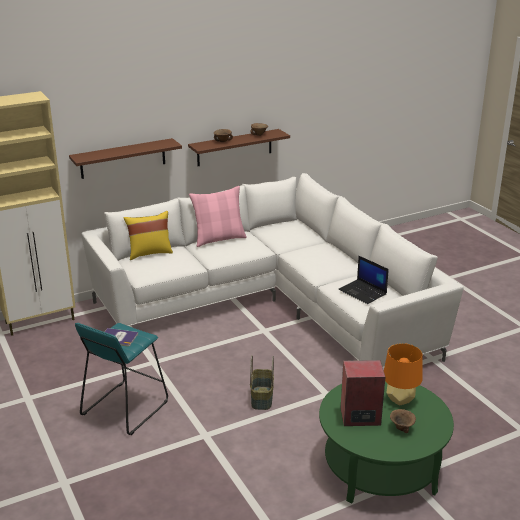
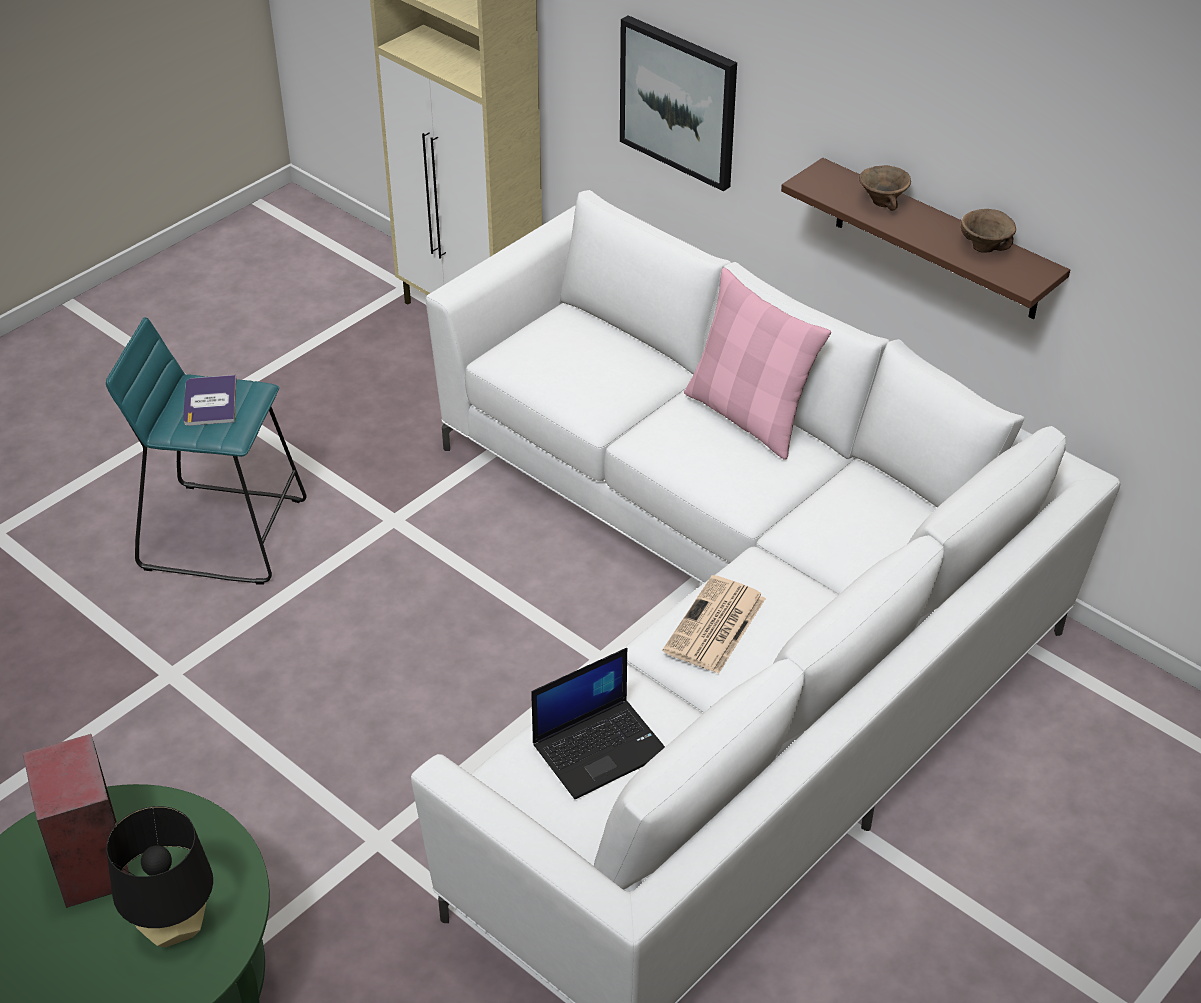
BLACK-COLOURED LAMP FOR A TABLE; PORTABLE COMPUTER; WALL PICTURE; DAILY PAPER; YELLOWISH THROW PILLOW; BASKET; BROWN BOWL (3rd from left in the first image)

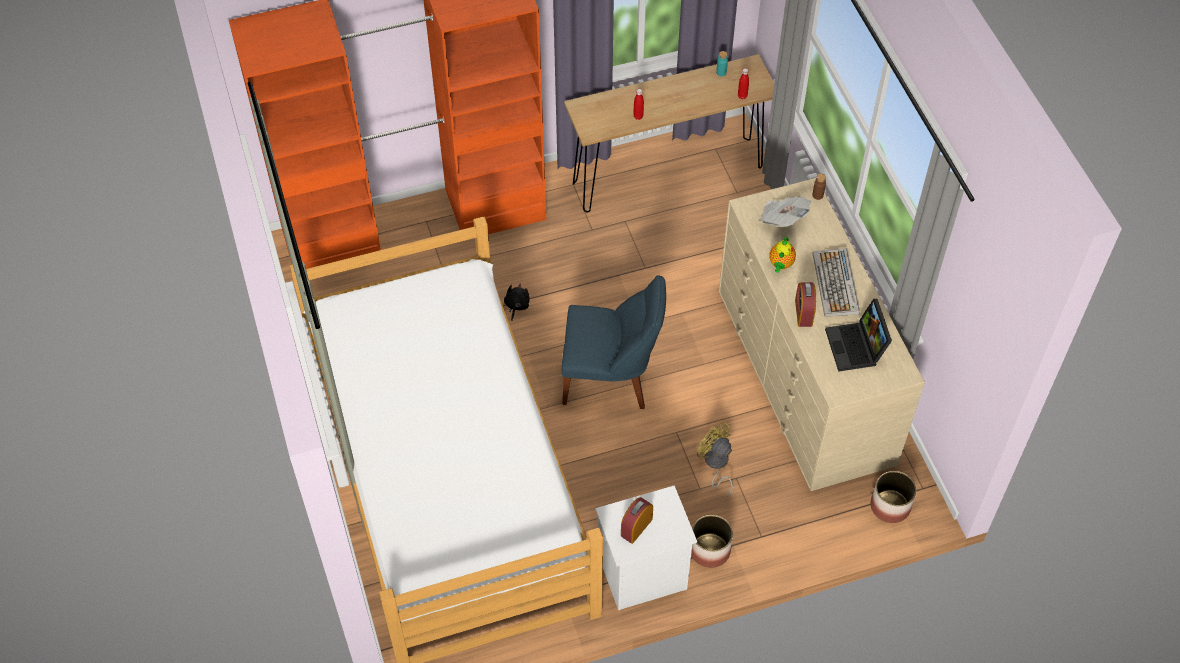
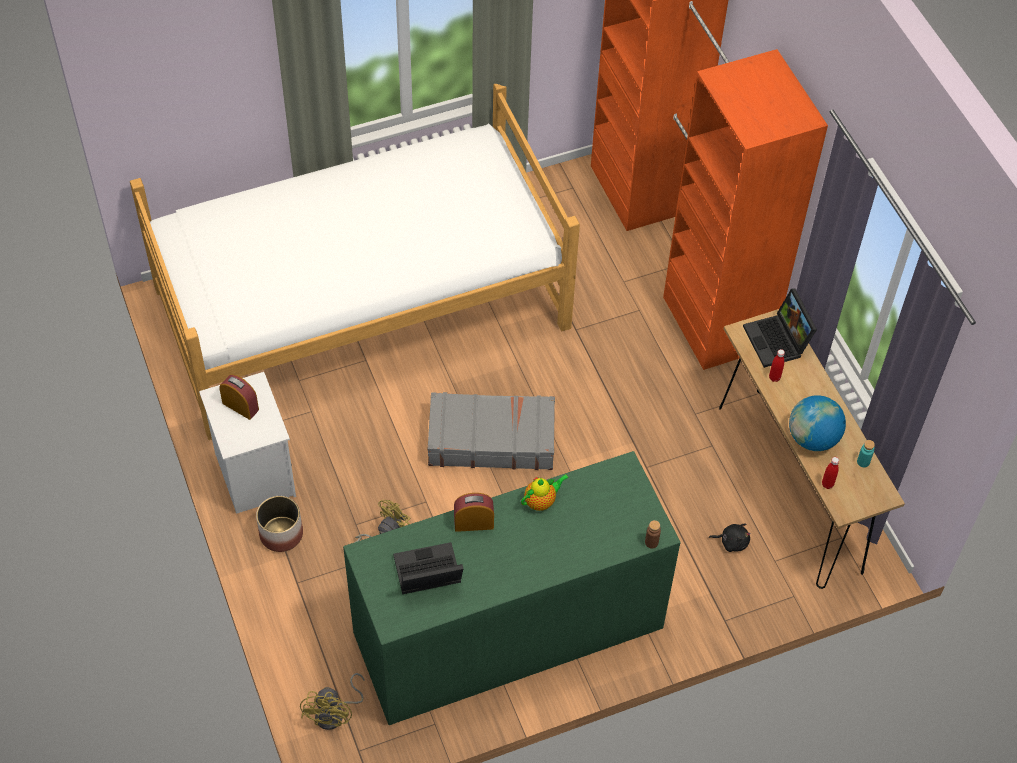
YELLOWISH COOLING FAN (1st from left); GREEN CHEST OF DRAWERS; GREYISH PIECE OF LUGGAGE; POT FOR TEA; BLACK-COLOURED CUDDLY TOY; PORTABLE COMPUTER (2nd from left); WORLD GLOBE; DAILY PAPER; COMPUTER KEYBOARD

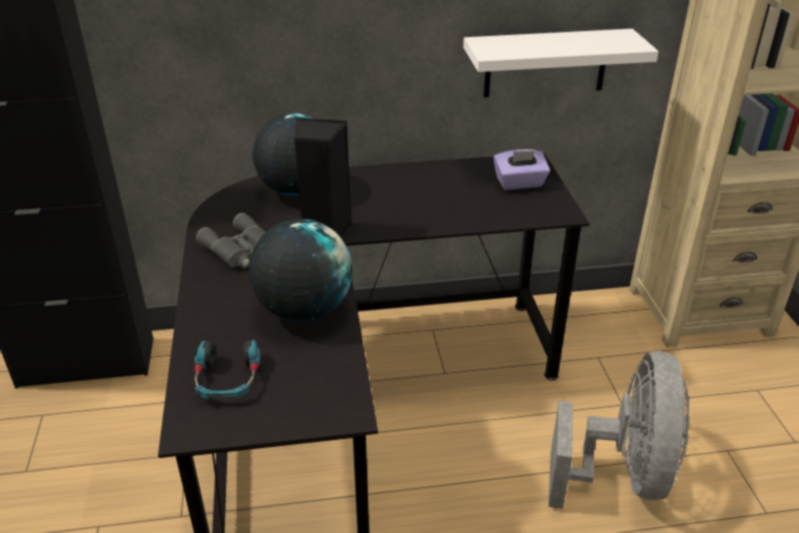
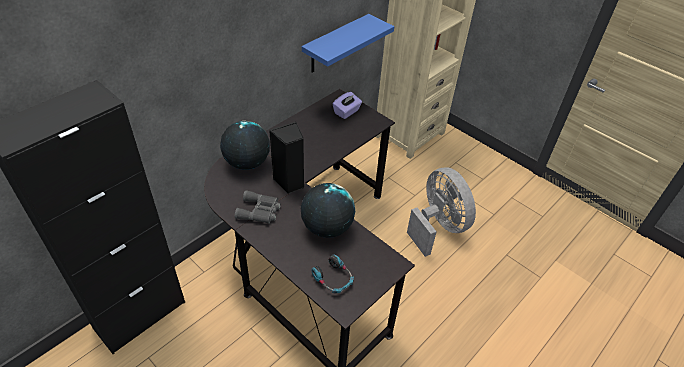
BLUISH BRACKET SHELF

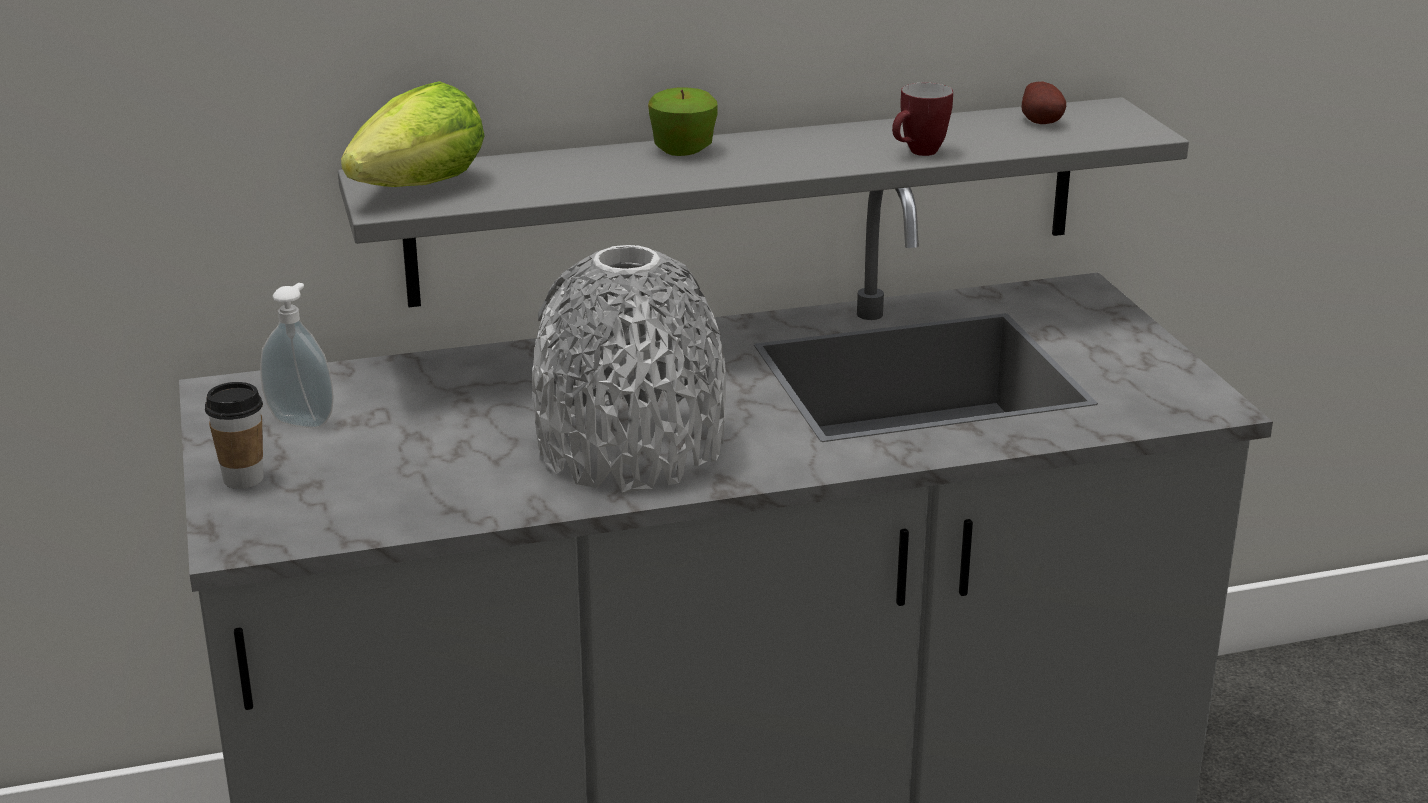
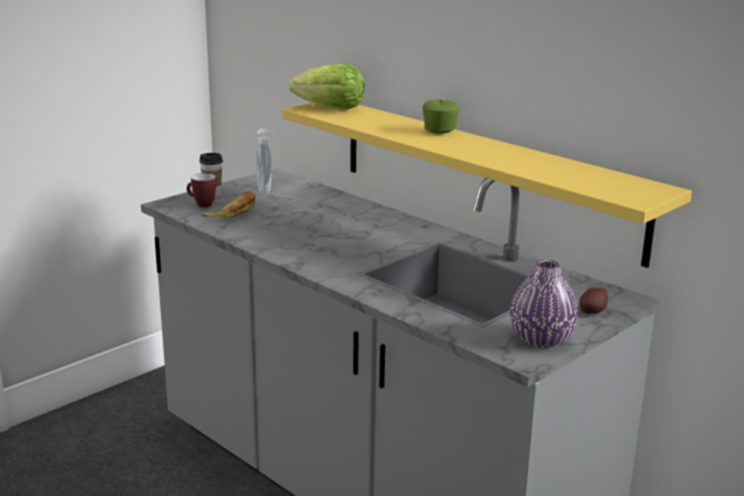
TEA MUG; BANANA FRUIT; YELLOWISH BRACKET SHELF; PURPLISH VASE; POTATO; GREYISH VASE

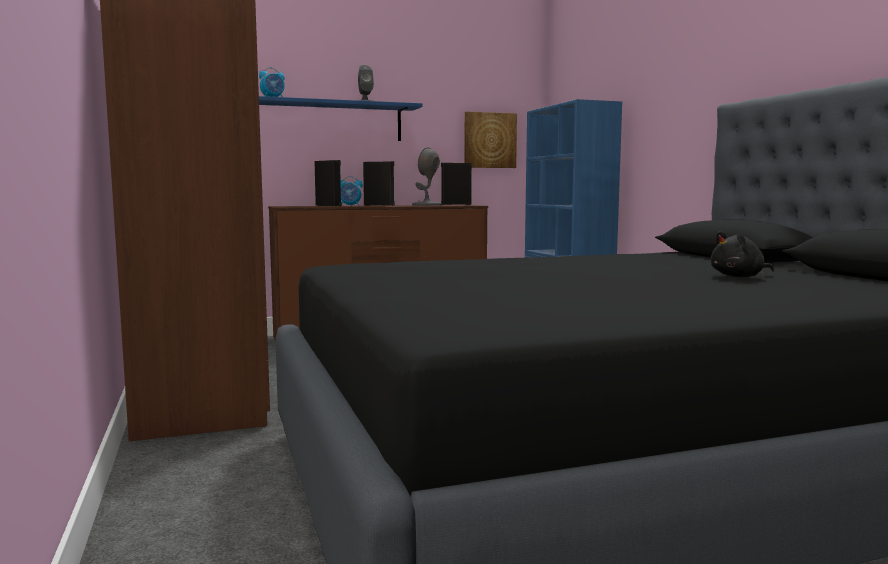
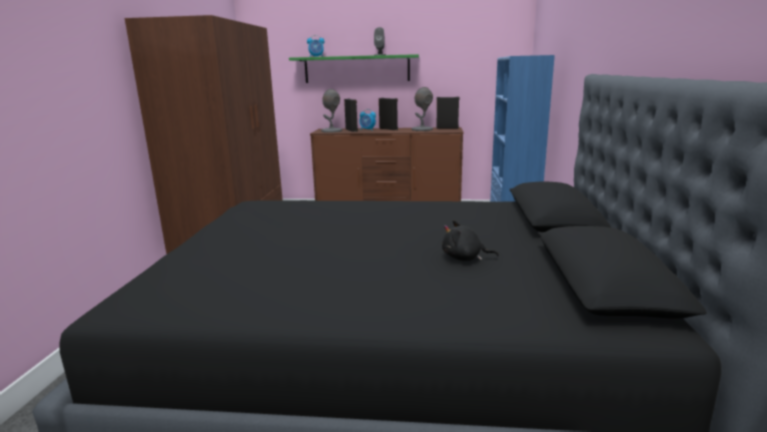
GREEN BRACKET SHELF; GREYISH LAMP FOR A TABLE (1st from left); WALL PICTURE

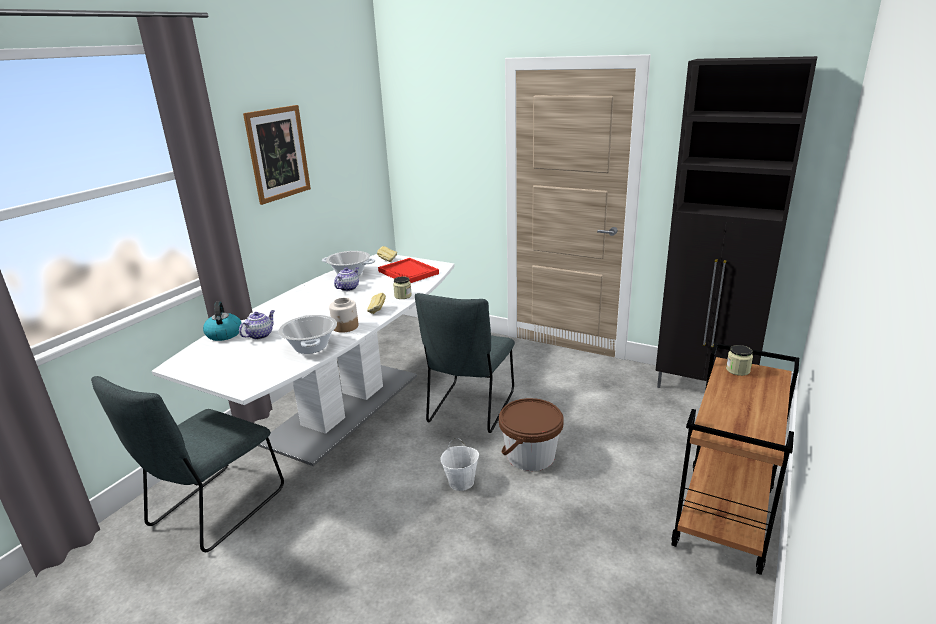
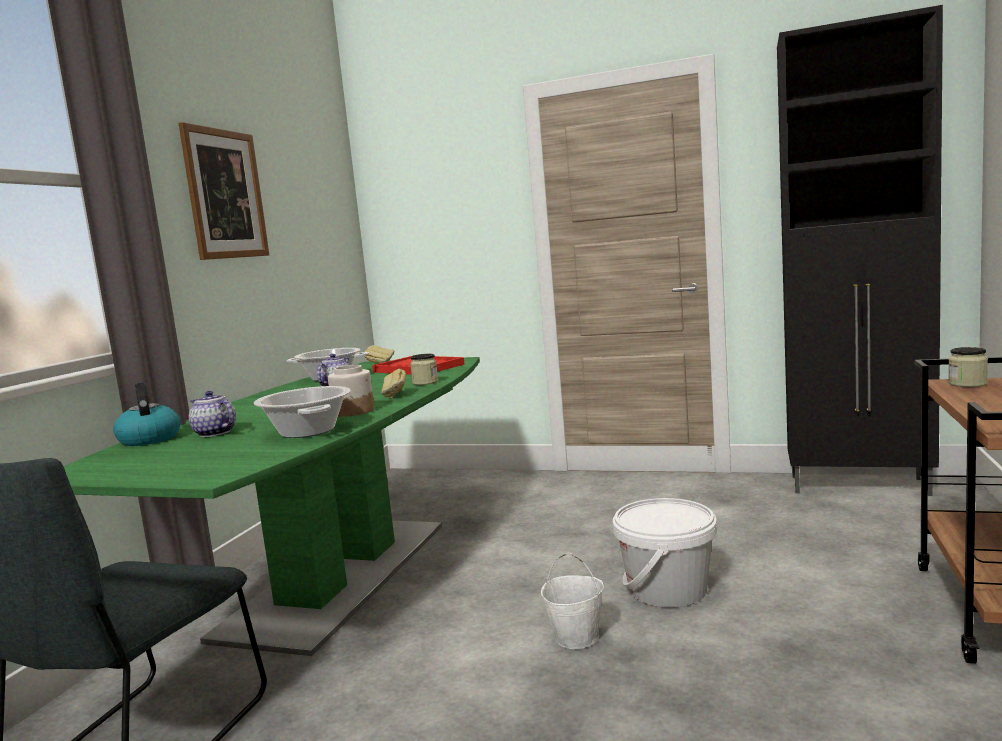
GREEN DINING TABLE; POT FOR TEA (1st from left); WHITISH WATER BUCKET (2nd from left); GREYISH PLAIN CHAIR (2nd from left in the first image)

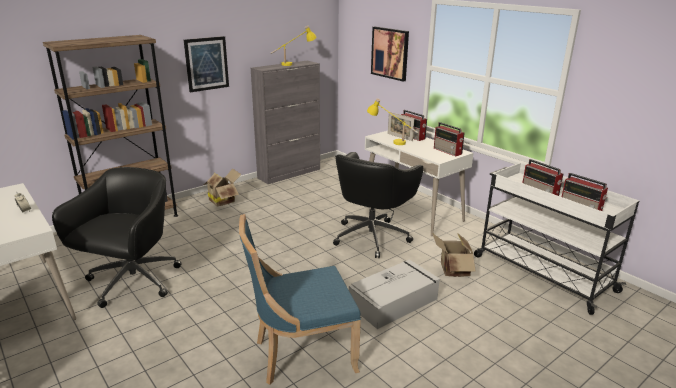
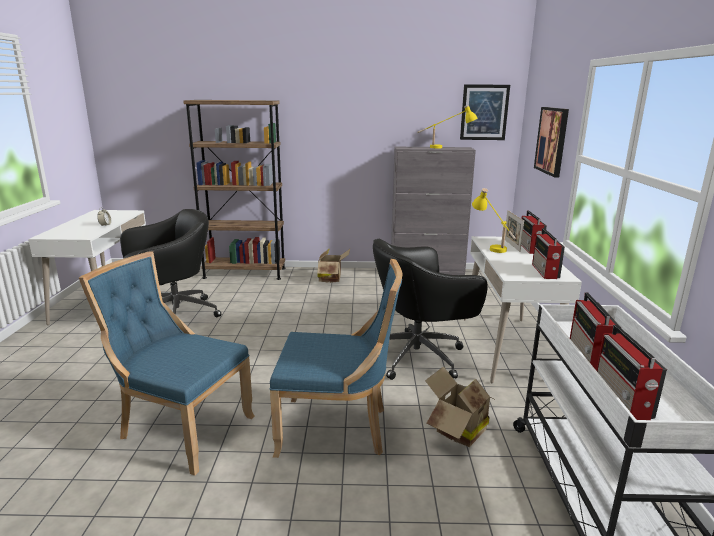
BLUISH PLAIN CHAIR (2nd from left); WALL PICTURE (1st from left)

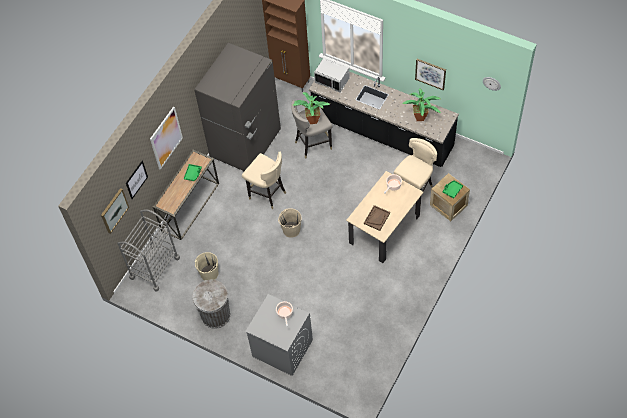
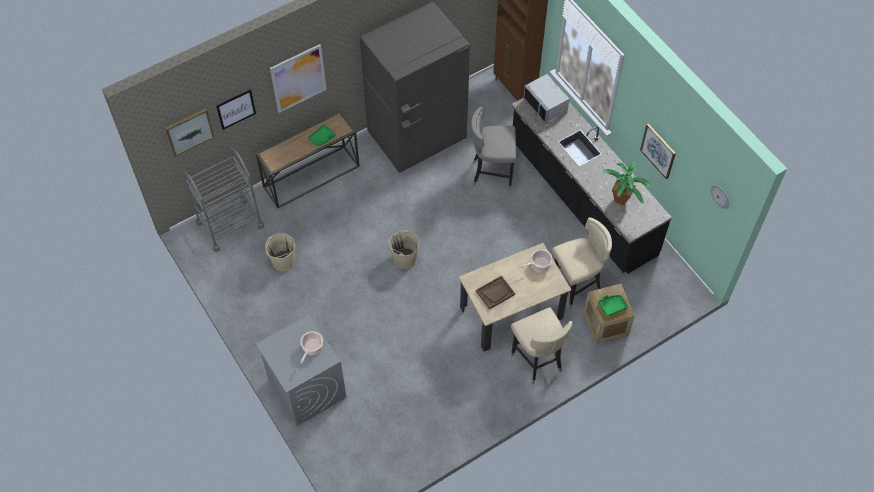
BEIGE-COLOURED PLAIN CHAIR (1st from left); GREYISH RUBBISH BIN; POTTED PLANT (1st from left in the first image)

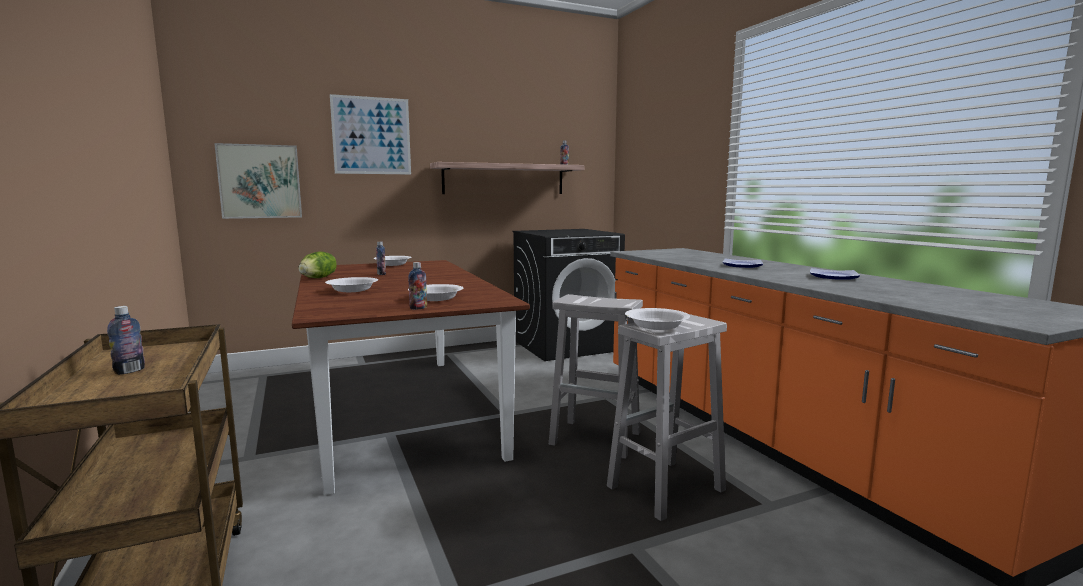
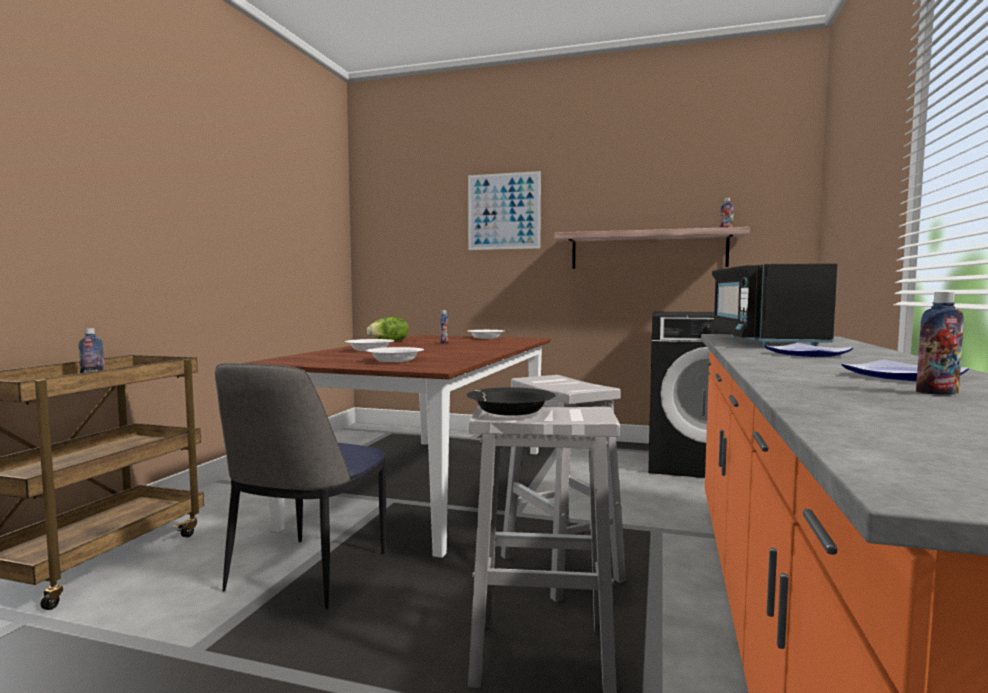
PLAIN CHAIR; BLACK-COLOURED BOWL; BLACK-COLOURED KITCHEN MICROWAVE; DRINK BOTTLE (4th from left); WALL PICTURE (1st from left in the first image)

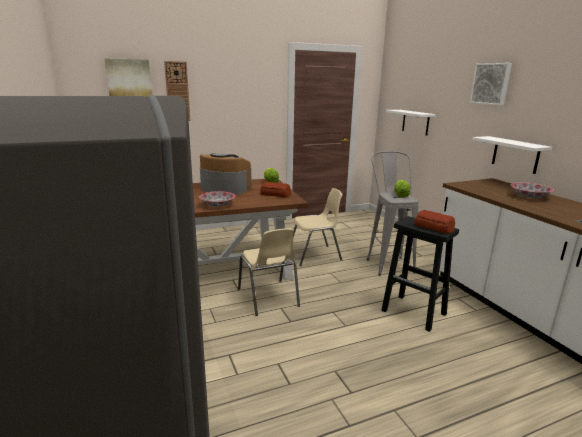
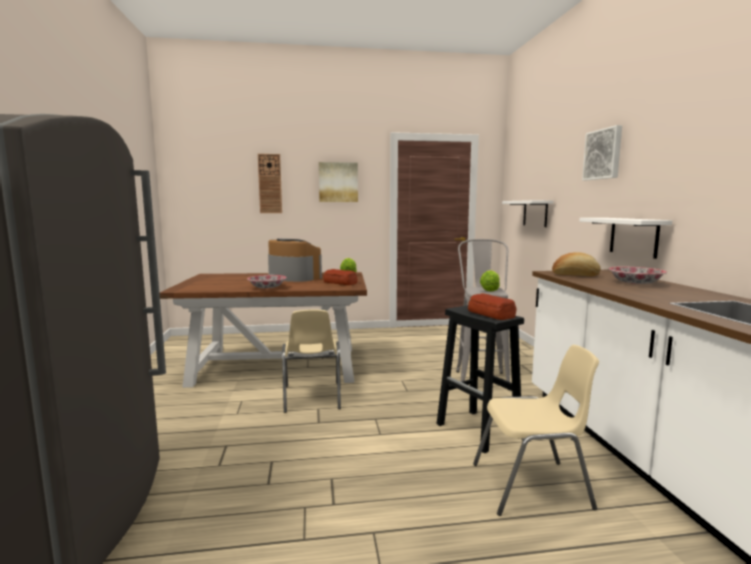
WALL PICTURE (1st from left); BEIGE-COLOURED PLAIN CHAIR (2nd from left); BAKED BREAD (3rd from left)

